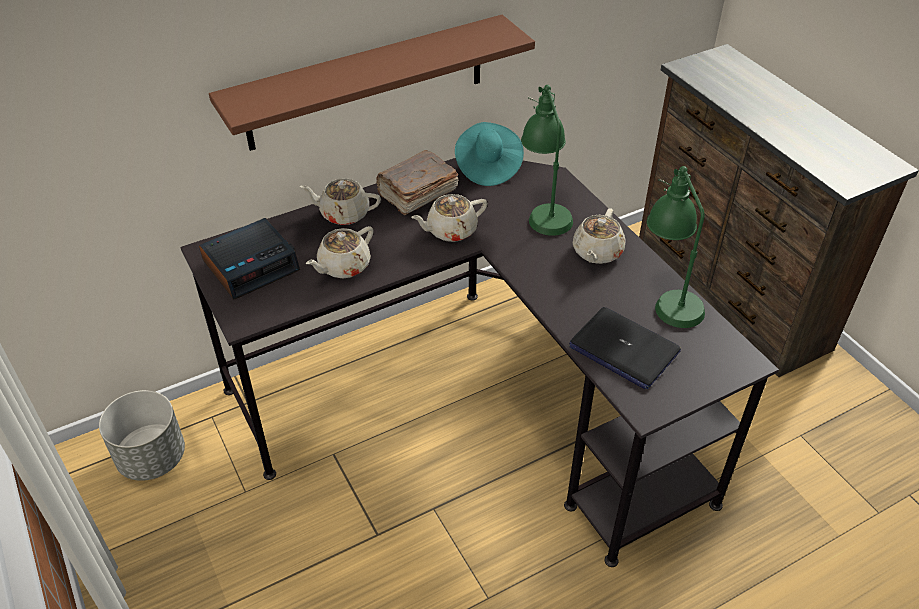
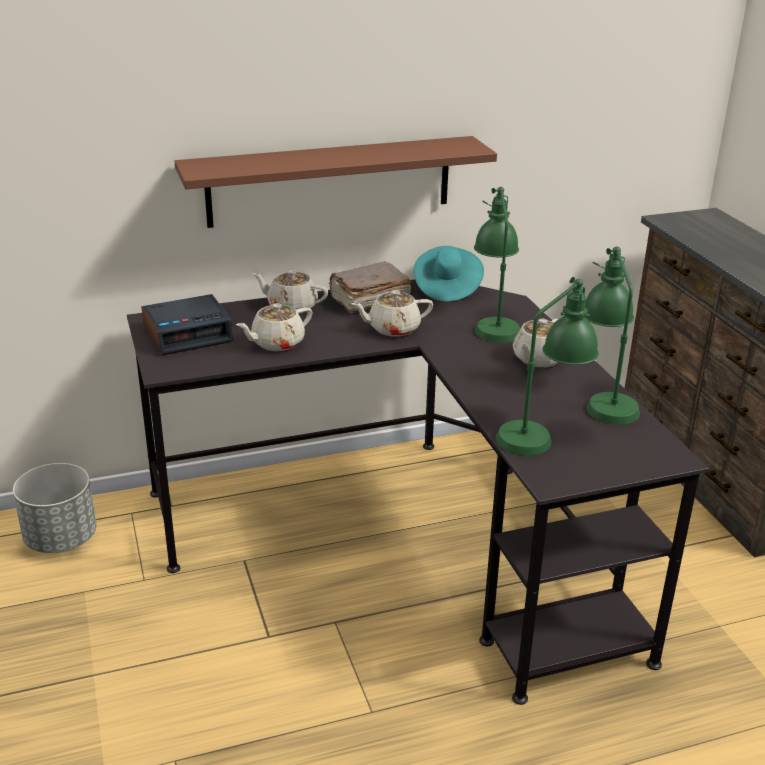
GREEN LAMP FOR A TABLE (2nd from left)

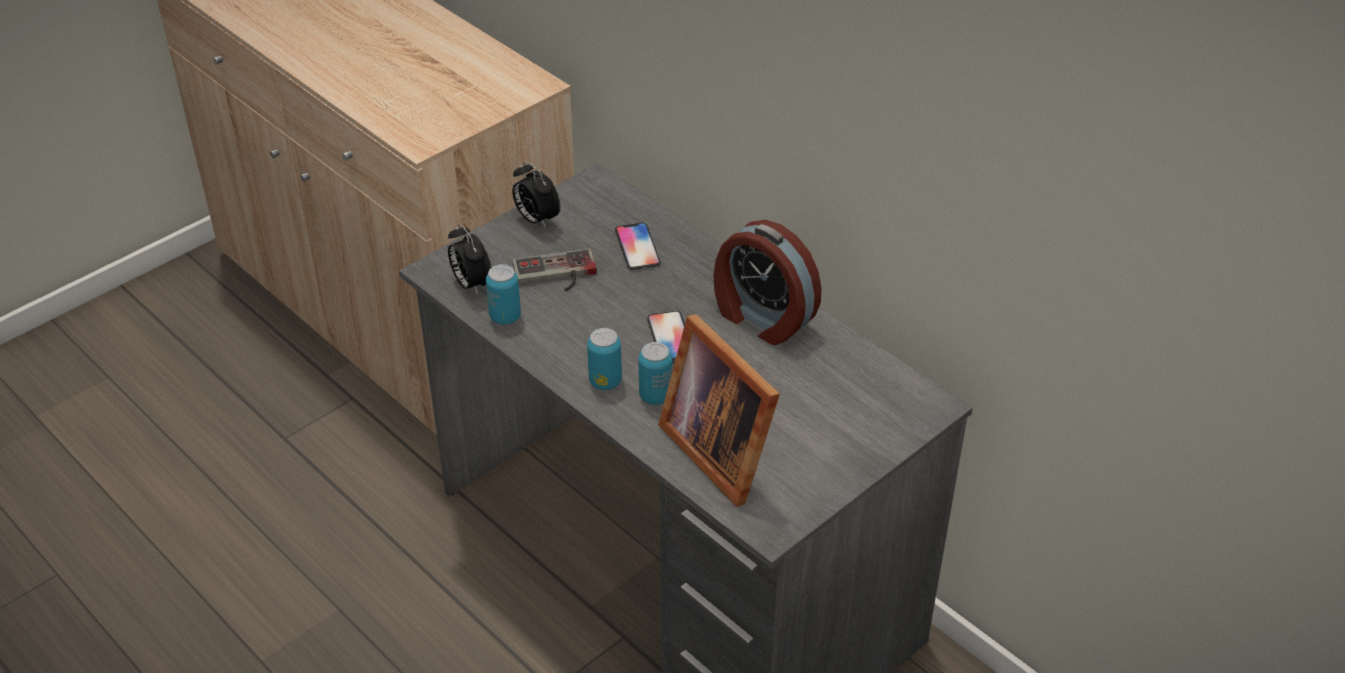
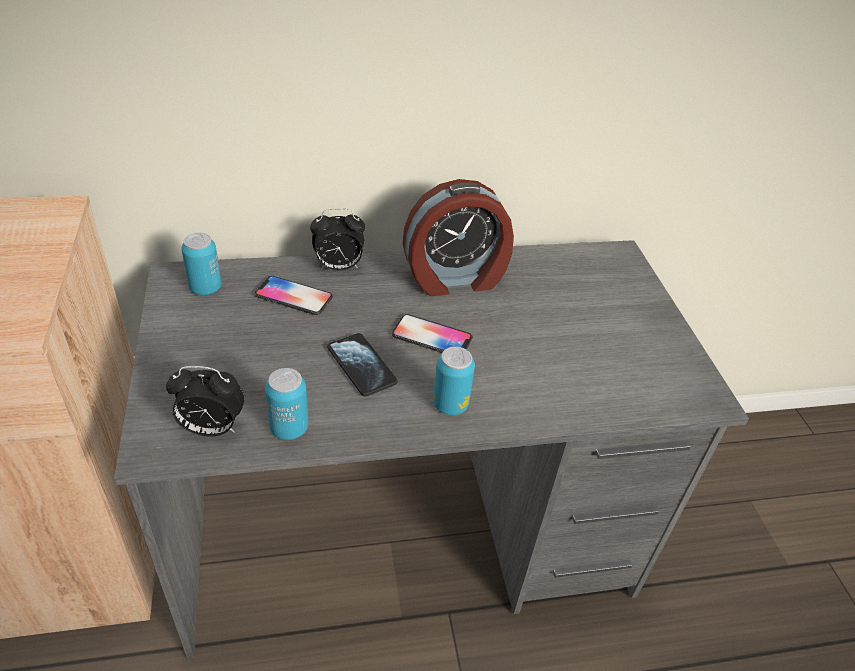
CAN (1st from left); TABLE CLOCK (2nd from left); TELEPHONE (2nd from left); JOYPAD; PICTURE FRAME

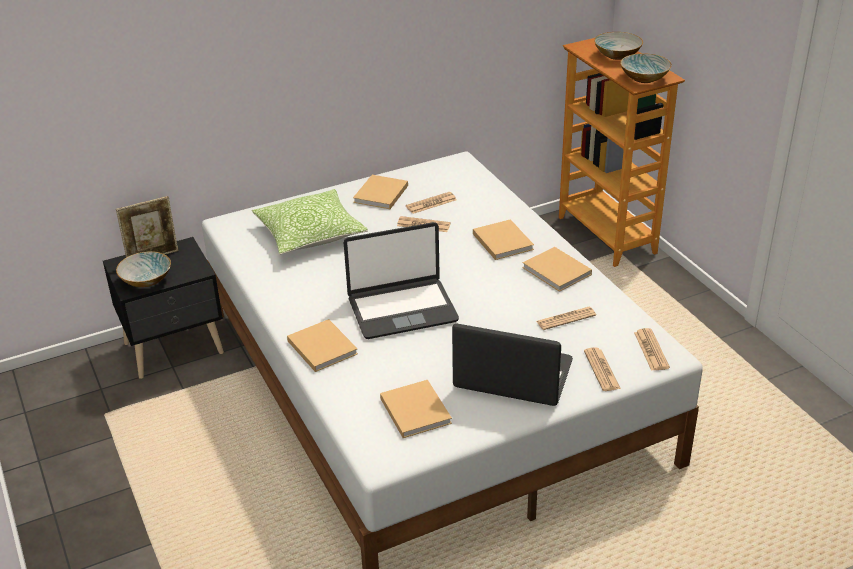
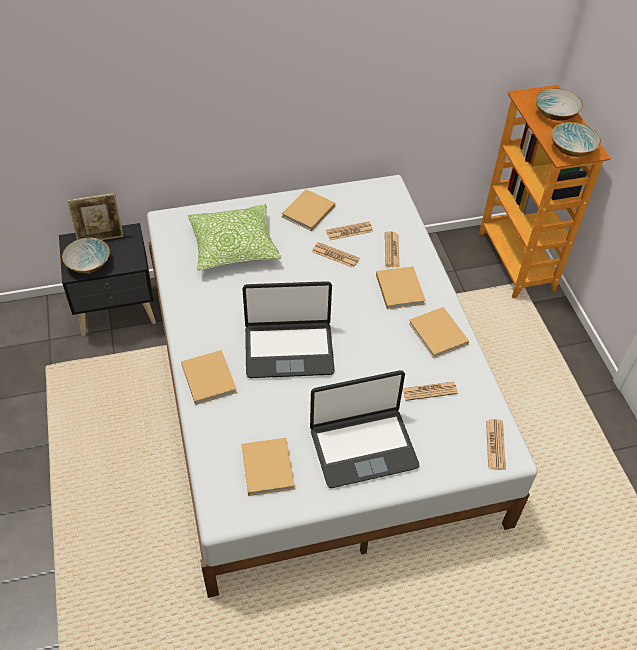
PORTABLE COMPUTER (2nd from left); DAILY PAPER (3rd from left)

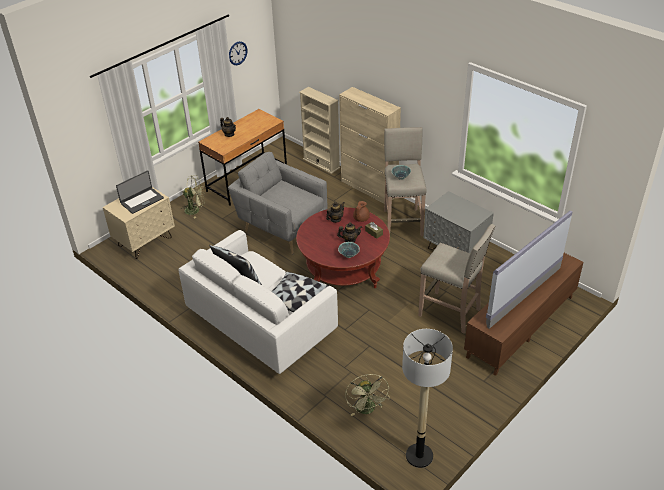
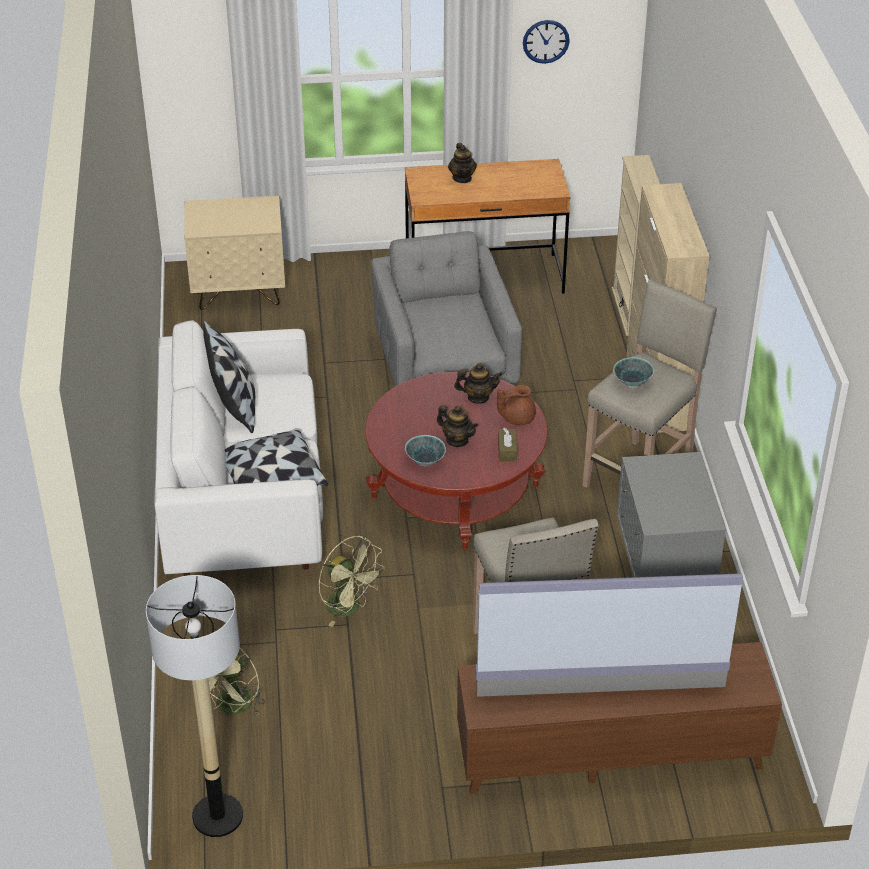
GREEN COOLING FAN (2nd from left); PORTABLE COMPUTER

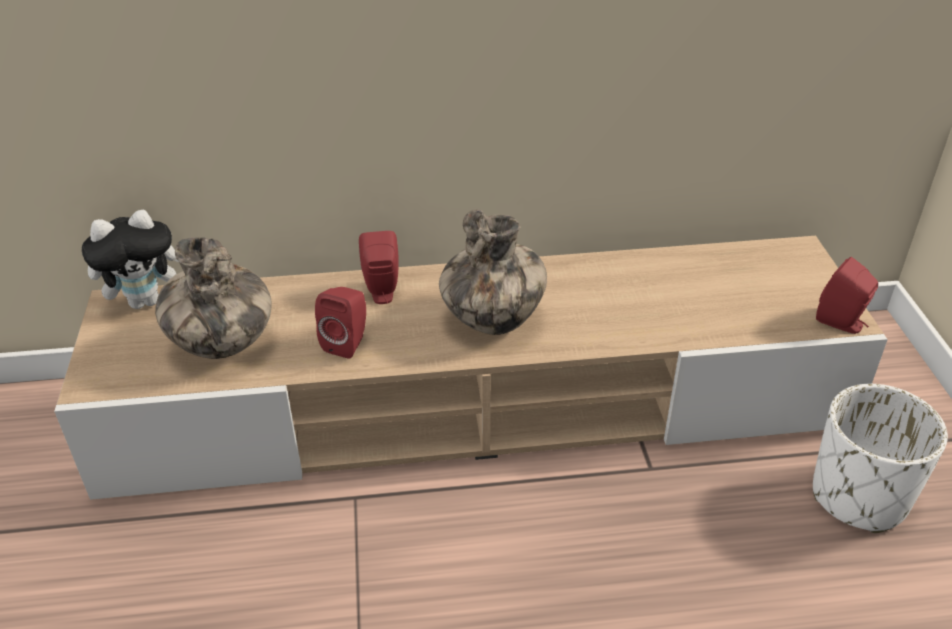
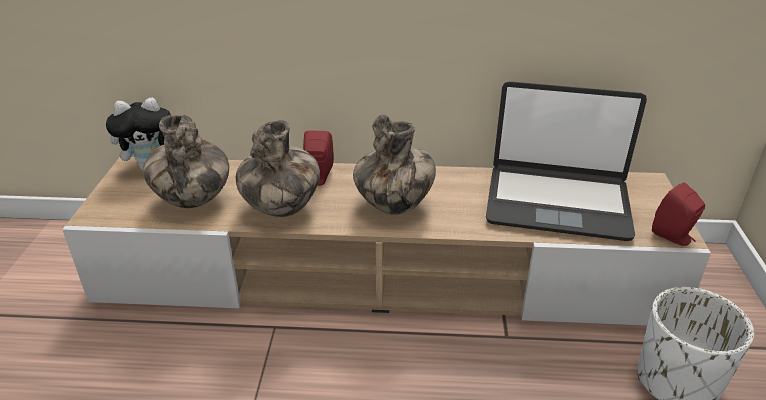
VASE (2nd from left); PORTABLE COMPUTER

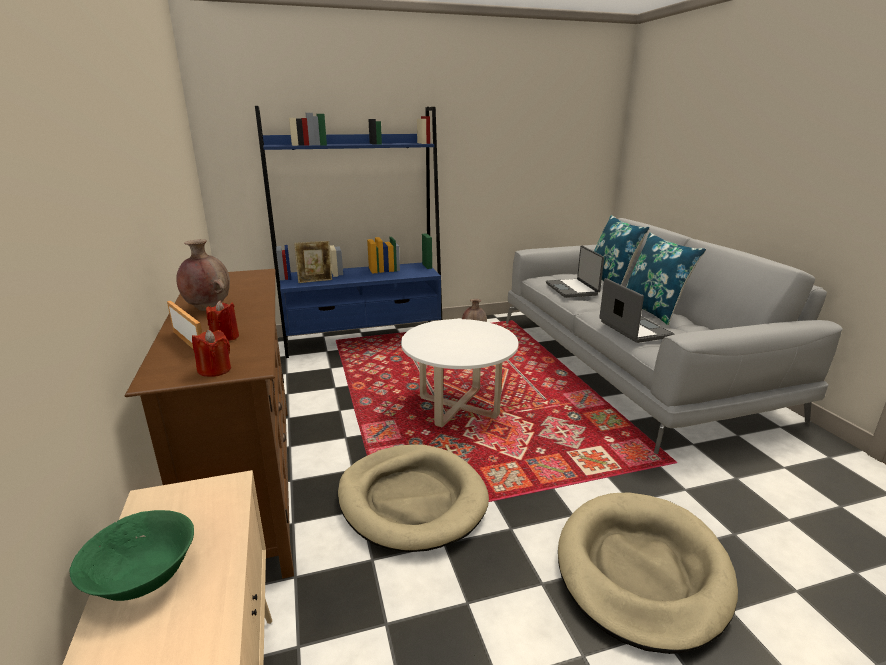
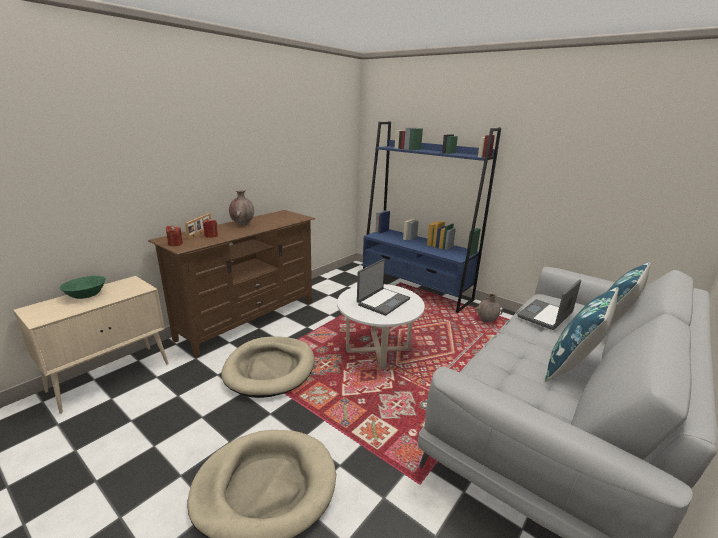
PORTABLE COMPUTER (1st from left); PICTURE FRAME (2nd from left in the first image)

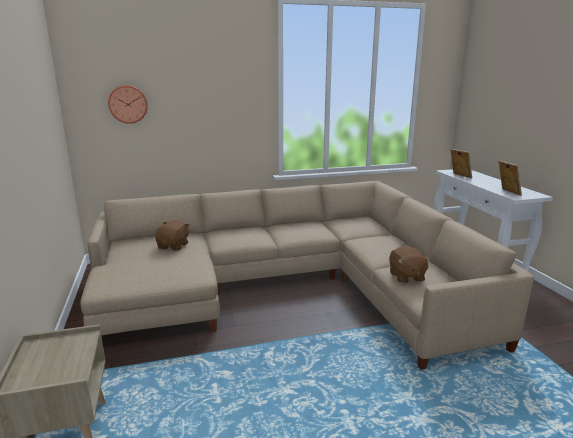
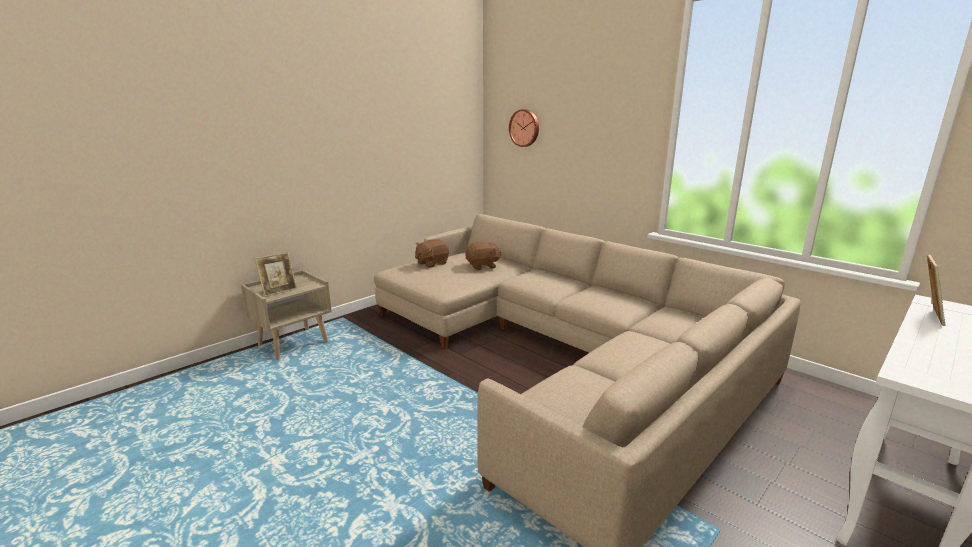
PICTURE FRAME (1st from left); BROWN CUDDLY TOY (1st from left)

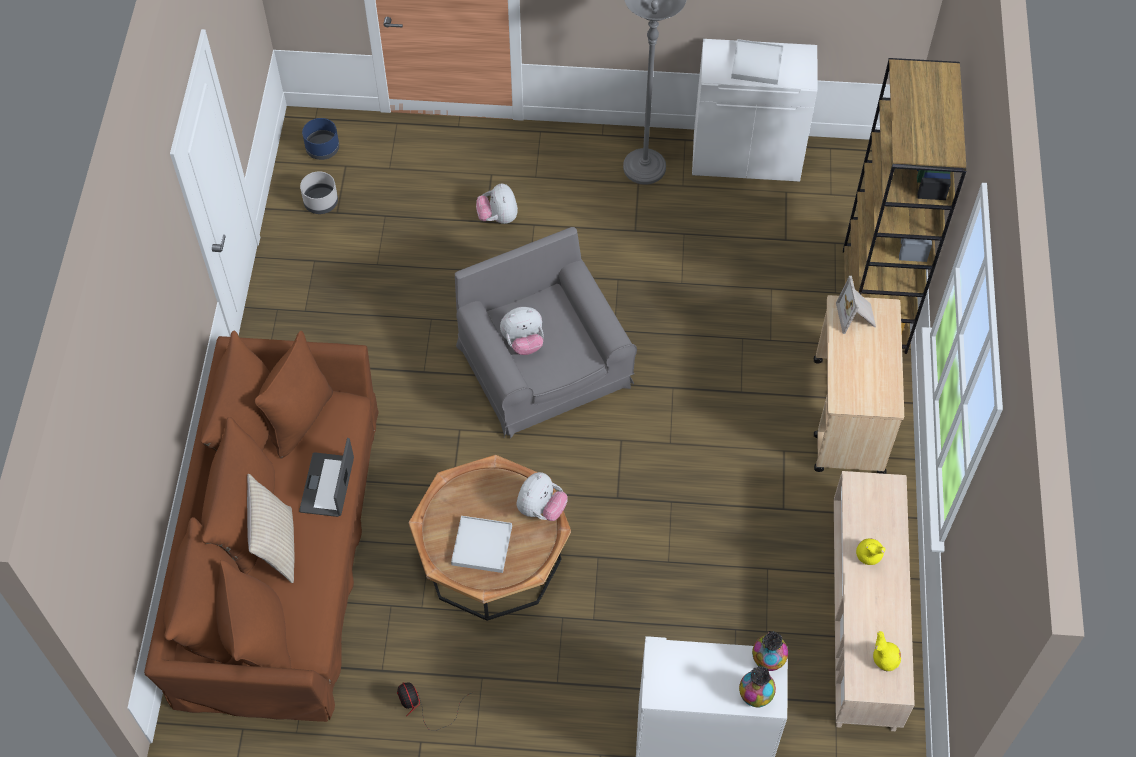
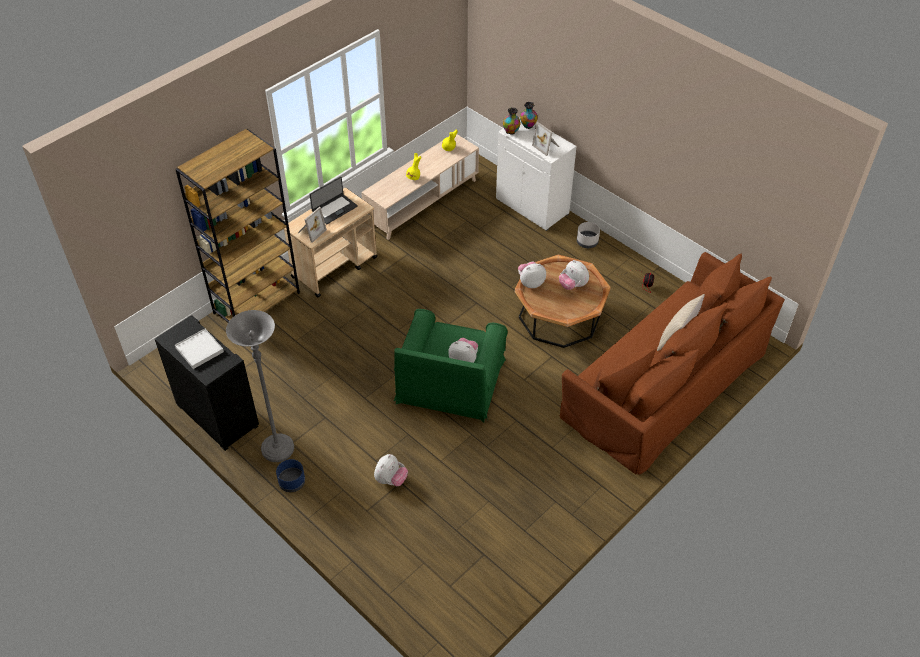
BLACK-COLOURED CABINET; BLUISH PLANTER; PORTABLE COMPUTER; GREEN LOUNGE CHAIR; PICTURE FRAME (2nd from left); CUDDLY TOY (4th from left); GREYISH PLANTER

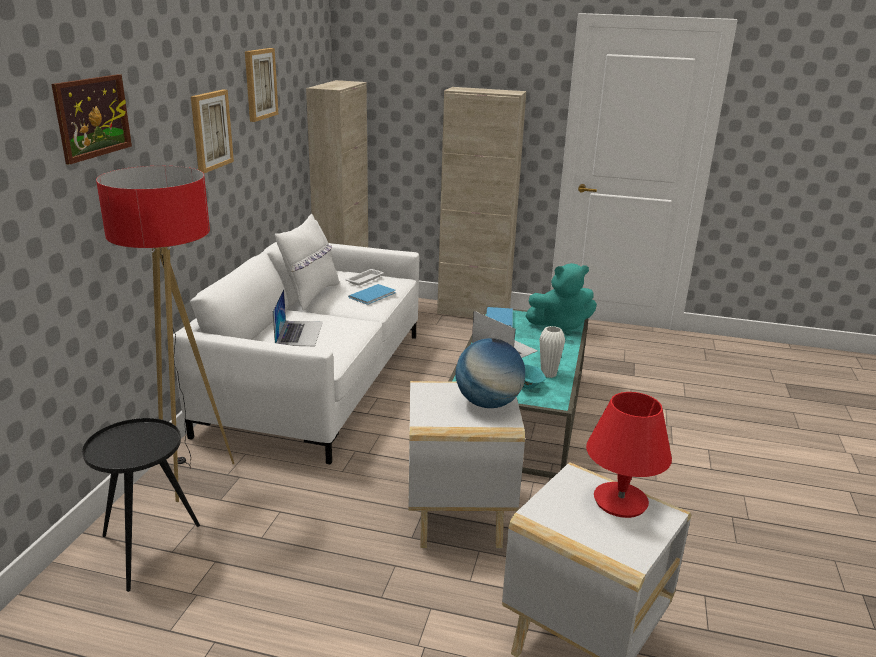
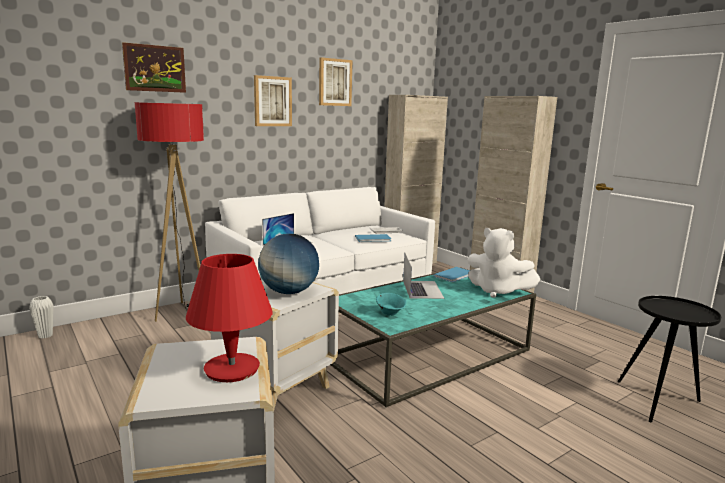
WHITISH VASE; WHITISH CUDDLY TOY; BLACK-COLOURED SIDE TABLE; WHITISH THROW PILLOW

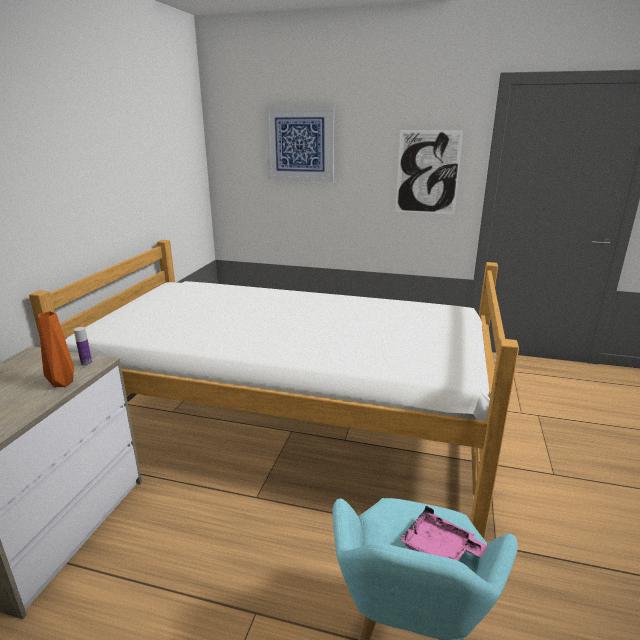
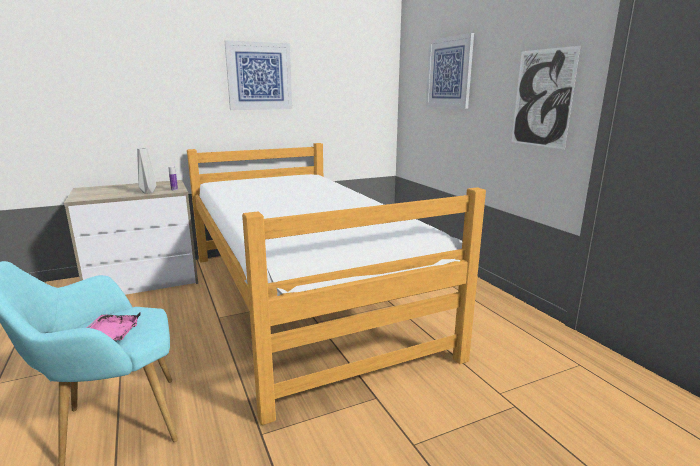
GREYISH VASE; WALL PICTURE (1st from left)

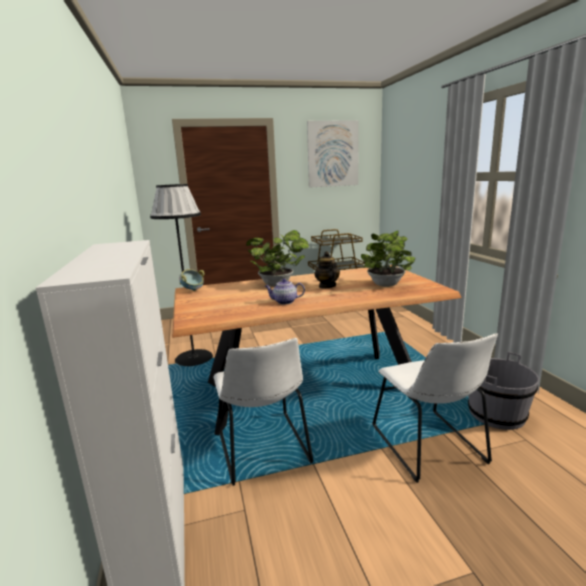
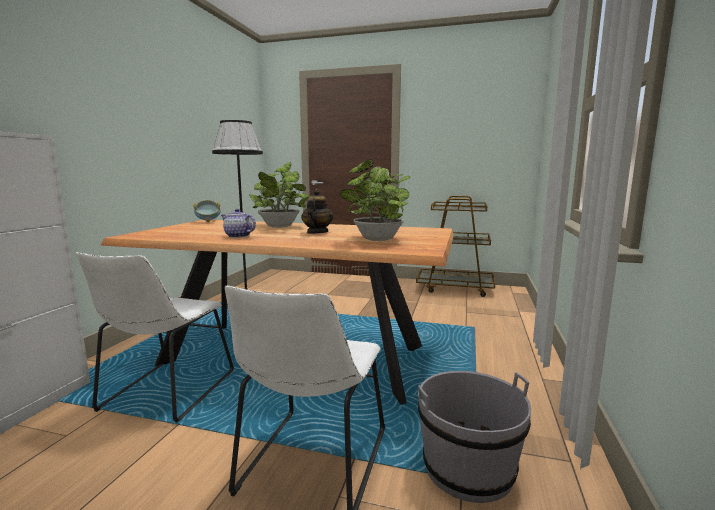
WALL PICTURE

